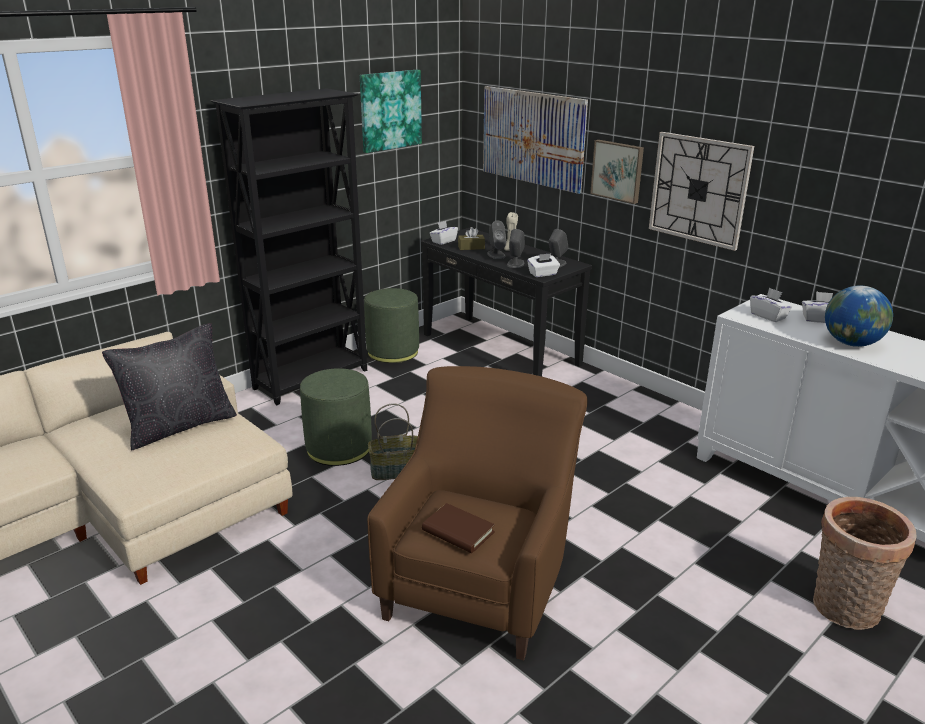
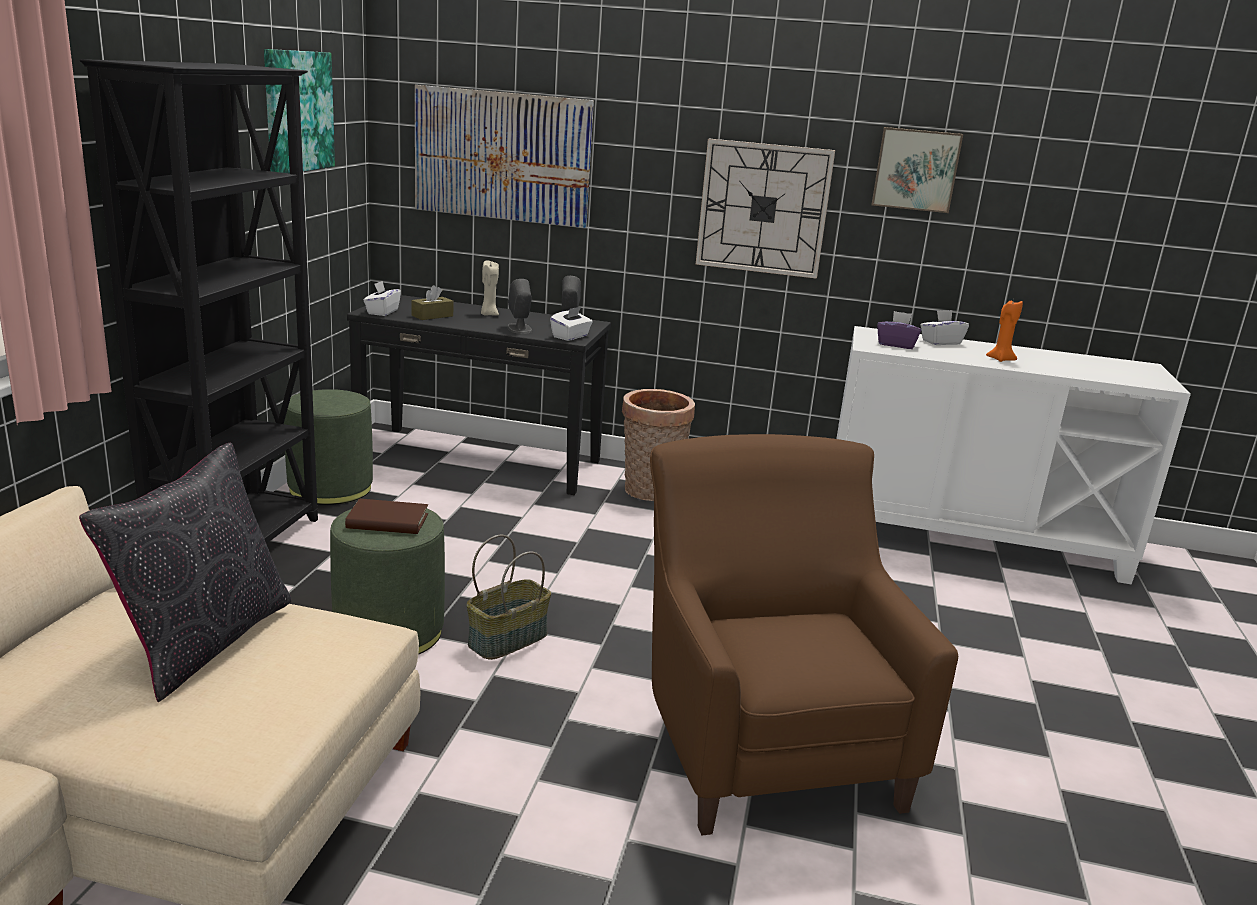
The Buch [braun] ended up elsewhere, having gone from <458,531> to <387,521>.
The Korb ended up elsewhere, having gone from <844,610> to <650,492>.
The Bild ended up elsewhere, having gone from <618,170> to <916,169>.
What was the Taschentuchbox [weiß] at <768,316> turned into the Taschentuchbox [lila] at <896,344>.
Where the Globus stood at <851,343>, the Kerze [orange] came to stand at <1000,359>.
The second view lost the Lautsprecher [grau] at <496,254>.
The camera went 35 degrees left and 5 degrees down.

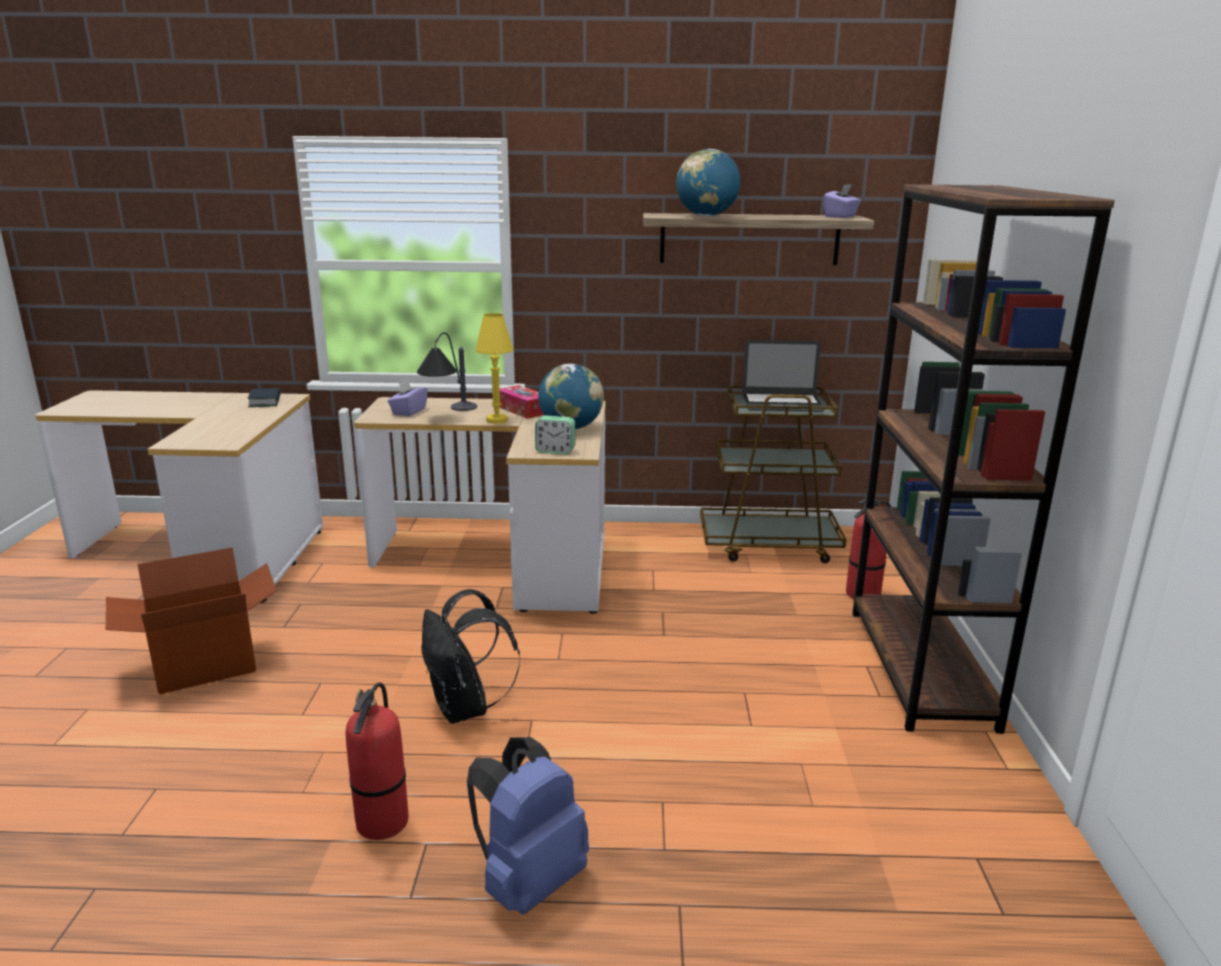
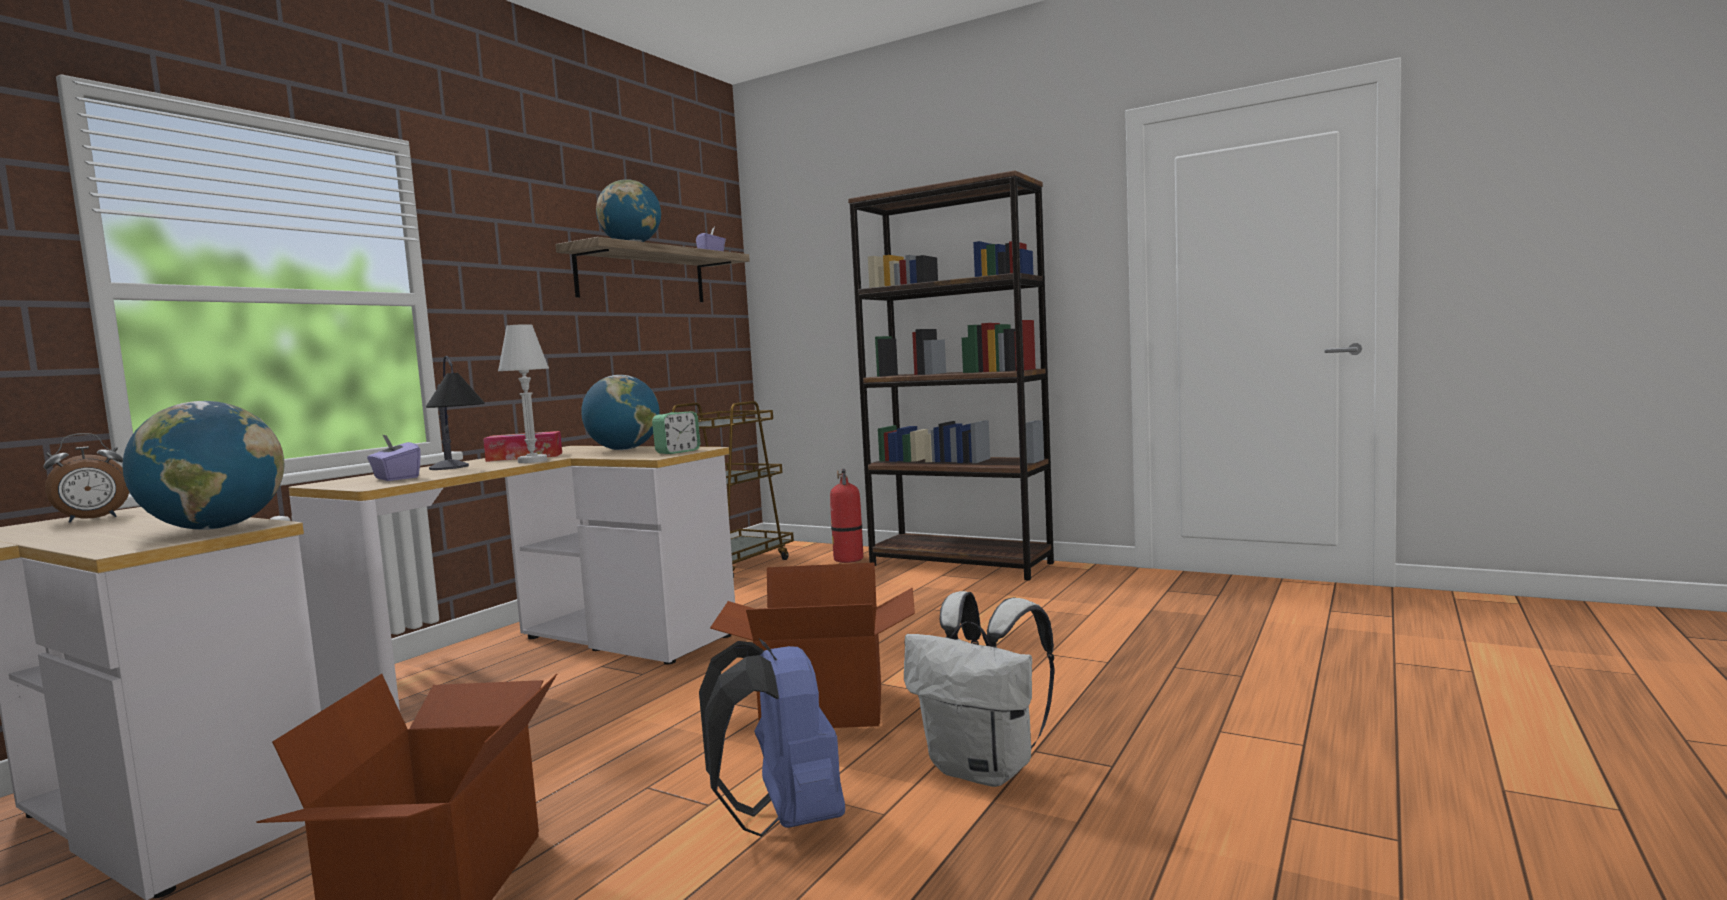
Where the Buch stood at <265,402>, the Wecker came to stand at <93,519>.
The second view gained the Globus at <215,528>.
What was the Tischlampe [gelb] at <497,420> turned into the Tischlampe [weiß] at <532,461>.
The Rucksack [blau] ended up elsewhere, having gone from <528,880> to <784,819>.
Where the Rucksack [schwarz] stood at <465,709>, the Karton came to stand at <822,709>.
Where the Feuerlöscher stood at <383,823>, the Rucksack [weiß] came to stand at <985,769>.
The second view lost the Laptop at <782,403>.
The camera went 60 degrees left and 15 degrees down.

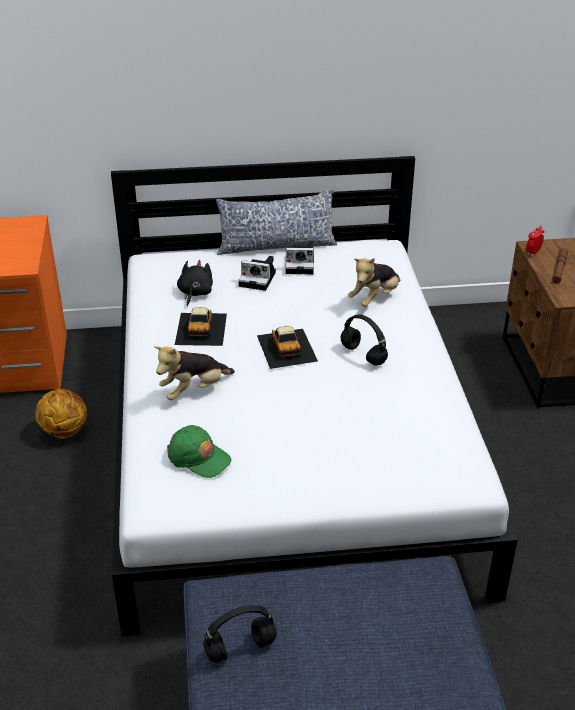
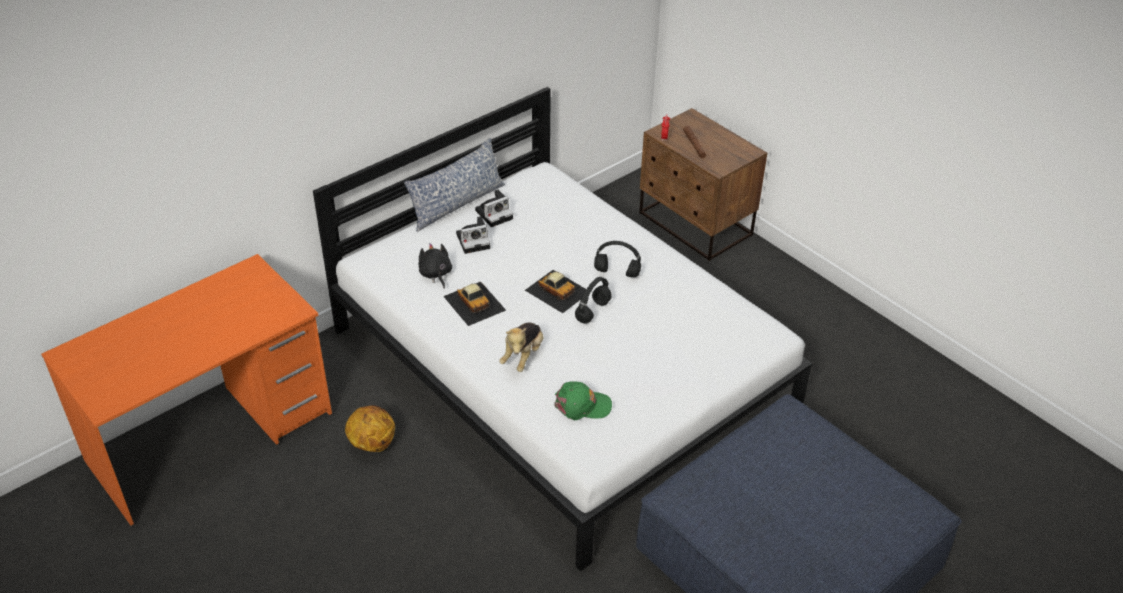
The Kopfhörer [schwarz] ended up elsewhere, having gone from <241,647> to <593,311>.
The second view lost the Plüschtier at <375,298>.
The camera went 35 degrees left and 5 degrees up.

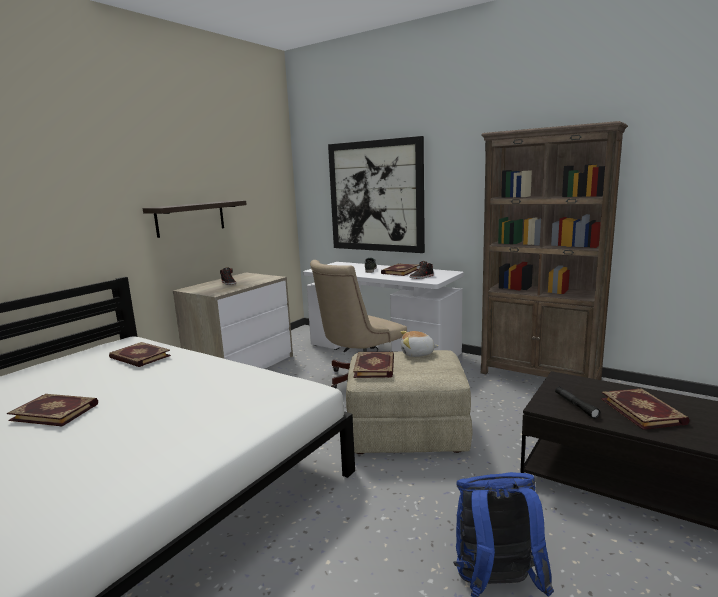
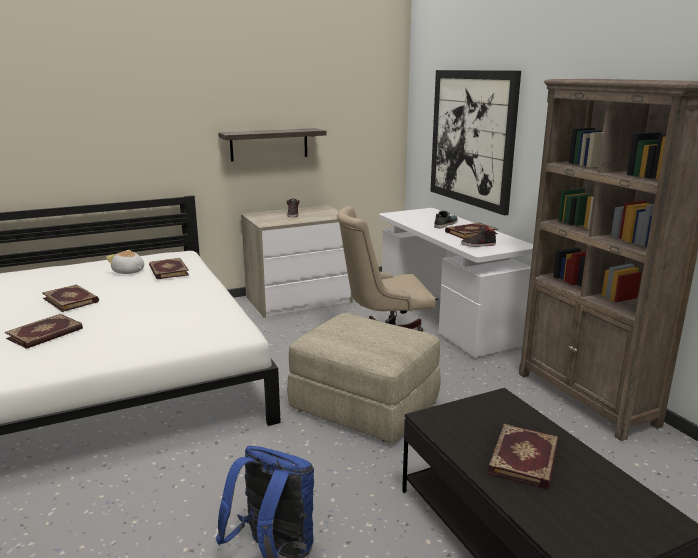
The Buch ended up elsewhere, having gone from <375,367> to <45,334>.
The Plüschtier ended up elsewhere, having gone from <417,354> to <128,272>.
The second view lost the Taschenlampe [schwarz] at <575,405>.
The camera went 30 degrees right and 5 degrees up.

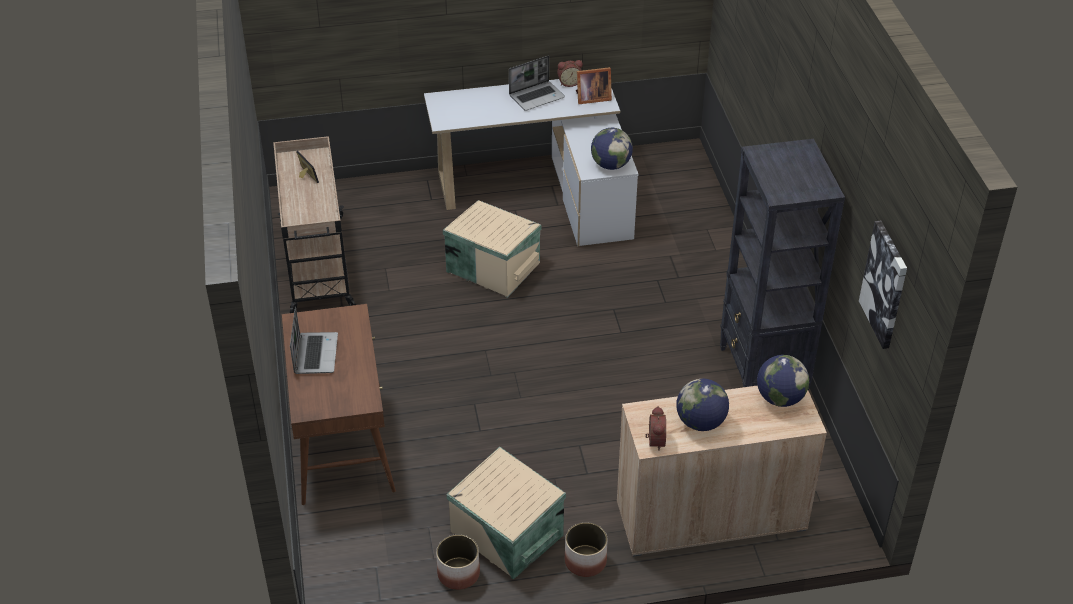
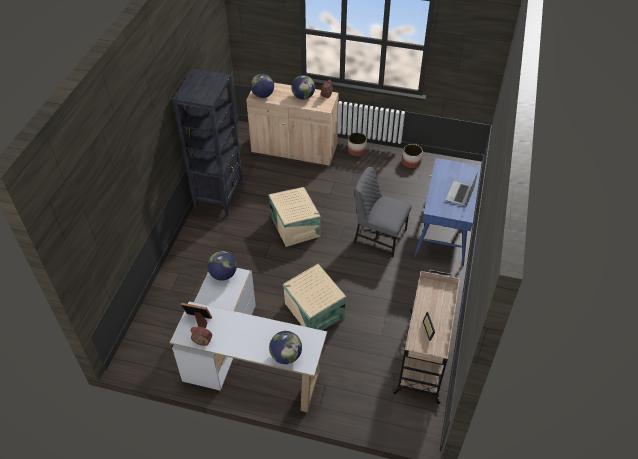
The Aufbewahrungsbox [beige] ended up elsewhere, having gone from <506,535> to <295,226>.
The second view gained the Globus at <286,356>.
The second view gained the Stuhl [grau] at <379,236>.
What was the Schreibtisch [braun] at <341,442> turned into the Schreibtisch [blau] at <444,233>.
The second view lost the Laptop at <537,96>.
The second view lost the Bild at <885,284>.
The camera went 155 degrees left and 5 degrees up.

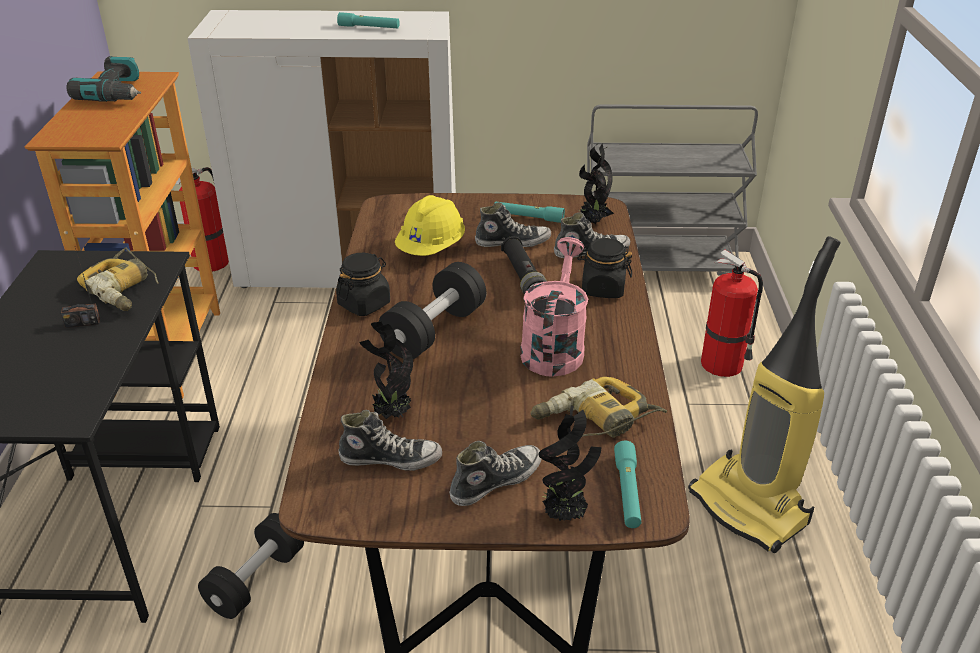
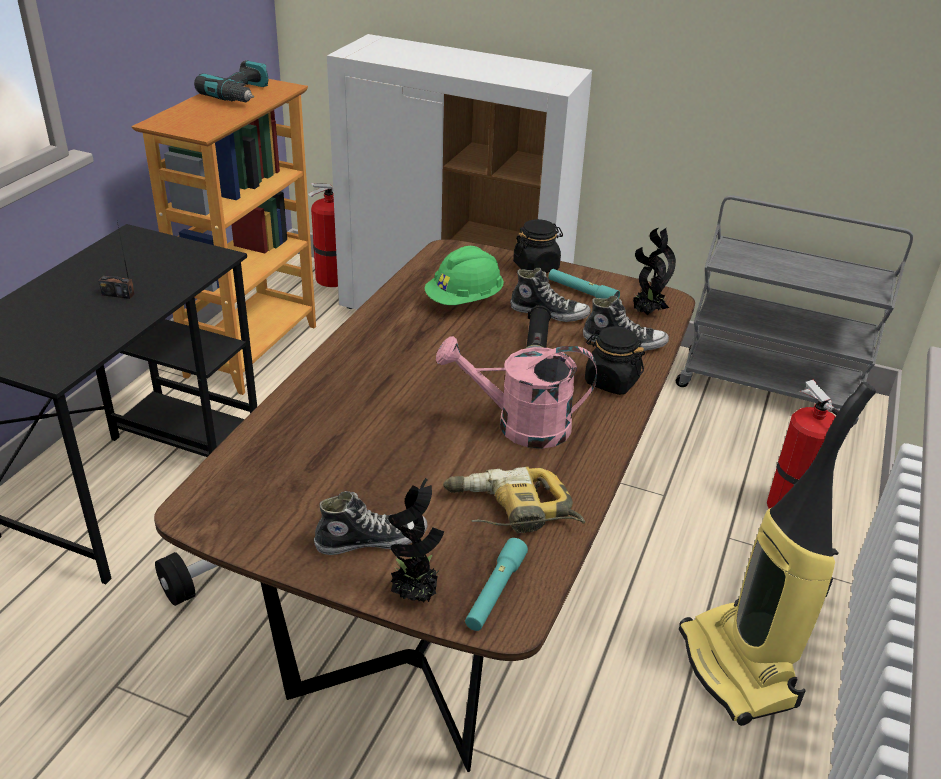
What was the Schutzhelm [gelb] at <431,248> turned into the Schutzhelm [grün] at <464,301>.
The Gießkanne [rosa] at <554,347> ended up facing another way, 120 degrees counterclockwise from before.
The Vorratsglas [schwarz] ended up elsewhere, having gone from <364,304> to <536,266>.
The second view lost the Bohrmaschine at <125,289>.
The second view lost the Taschenlampe [türkis] at <369,27>.
The second view lost the Schuh at <391,459>.
The second view lost the Topfpflanze at <390,415>.
The second view lost the Hantel [schwarz] at <434,331>.
The camera went 20 degrees right and 0 degrees up.

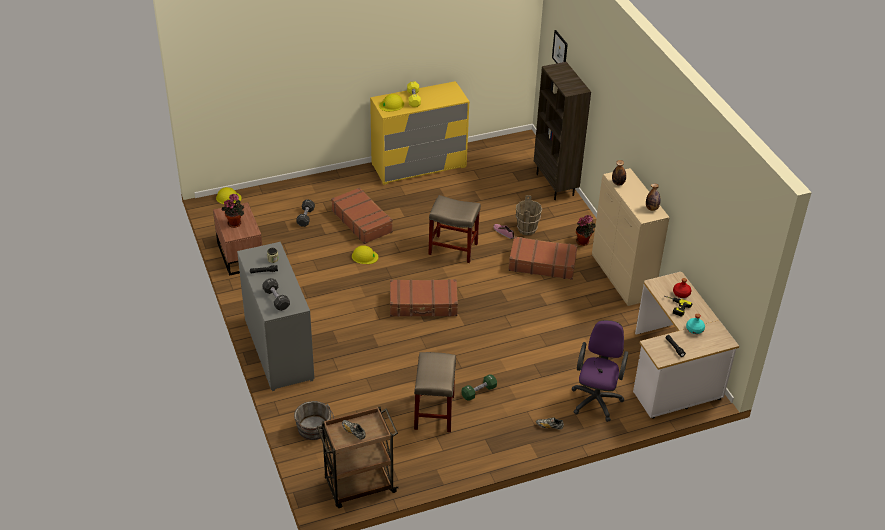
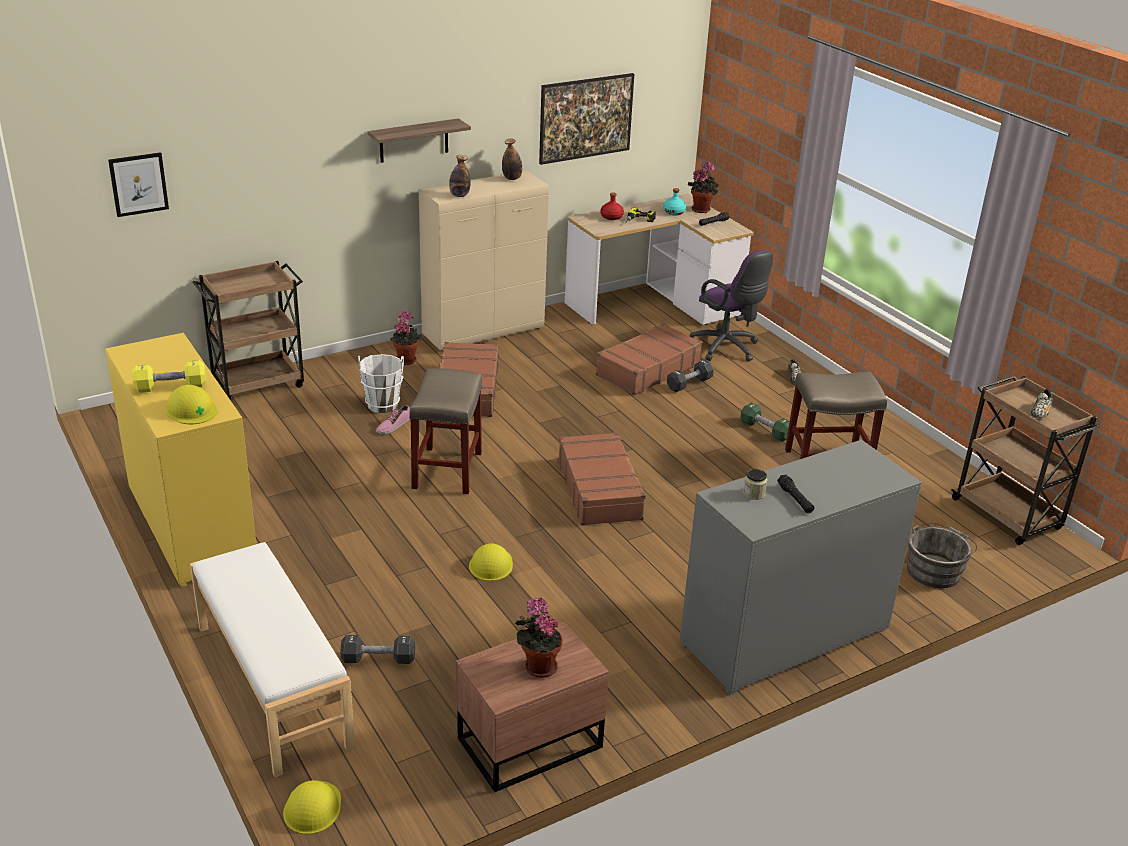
The second view gained the Bank [weiß] at <271,685>.
Where the Bücherregal [braun] stood at <555,185>, the Rollwagen [braun] came to stand at <258,383>.
What was the Eimer [braun] at <527,229> turned into the Eimer [weiß] at <382,405>.
The second view gained the Wandregal at <414,140>.
The second view gained the Bild at <585,137>.
The Koffer [braun] ended up elsewhere, having gone from <362,221> to <647,369>.
The Hantel [schwarz] ended up elsewhere, having gone from <276,299> to <689,384>.
The second view gained the Topfpflanze at <702,209>.
The Bürostuhl [lila] at <596,399> ended up facing another way, 135 degrees counterclockwise from before.
The camera went 100 degrees left and 10 degrees down.

